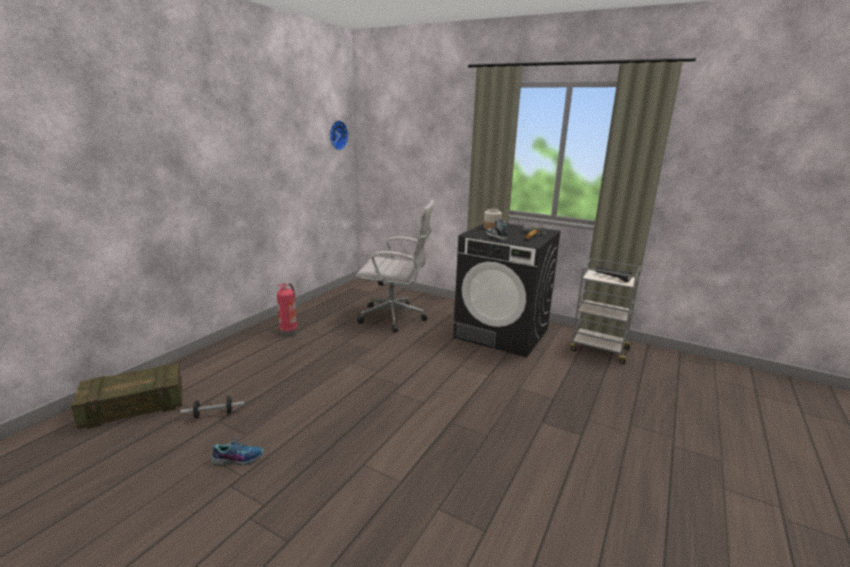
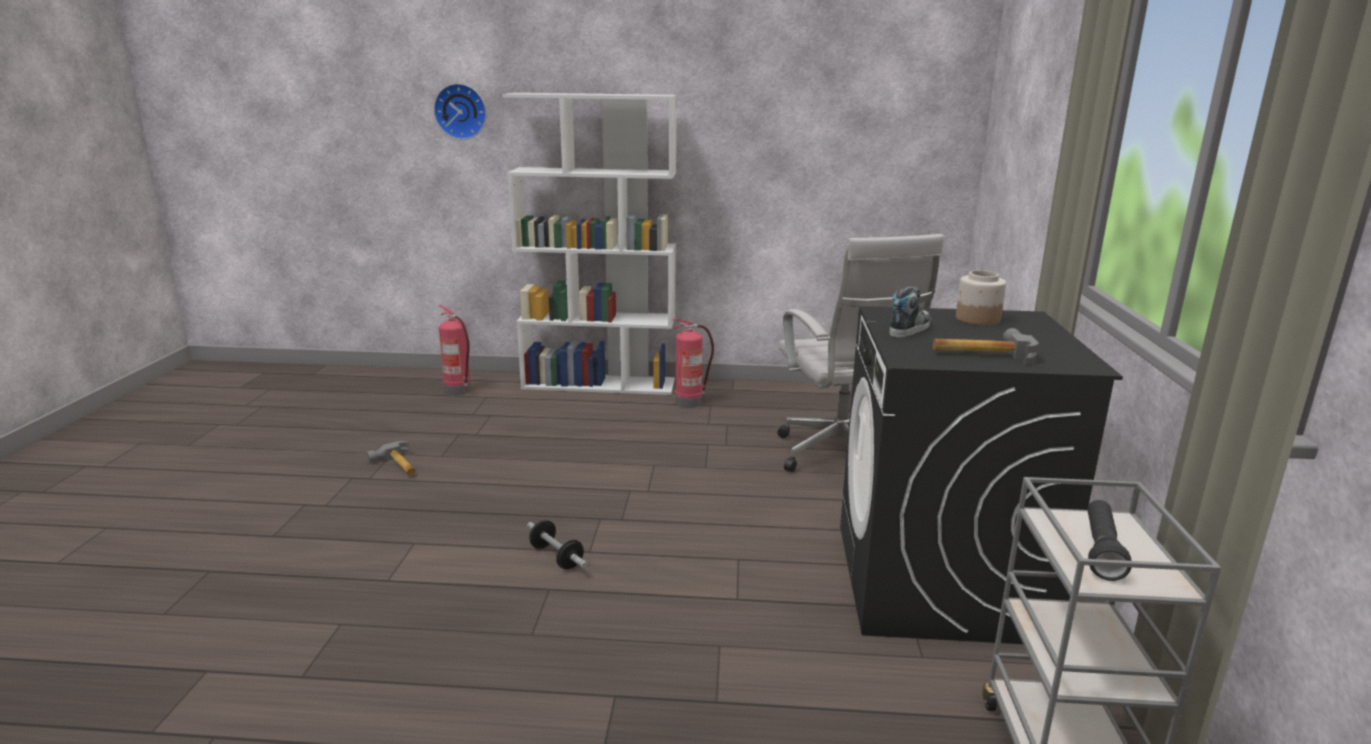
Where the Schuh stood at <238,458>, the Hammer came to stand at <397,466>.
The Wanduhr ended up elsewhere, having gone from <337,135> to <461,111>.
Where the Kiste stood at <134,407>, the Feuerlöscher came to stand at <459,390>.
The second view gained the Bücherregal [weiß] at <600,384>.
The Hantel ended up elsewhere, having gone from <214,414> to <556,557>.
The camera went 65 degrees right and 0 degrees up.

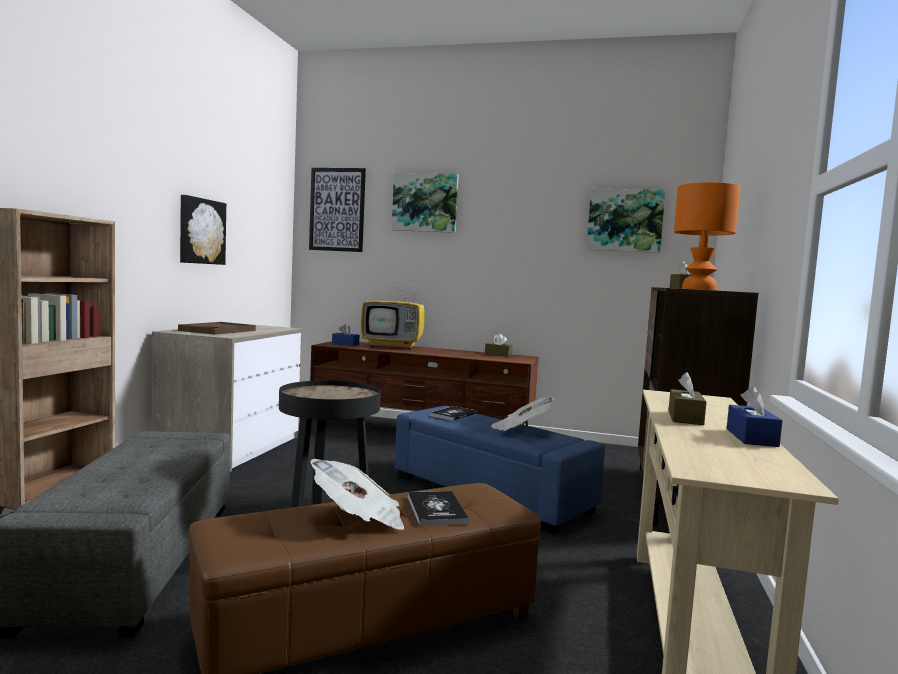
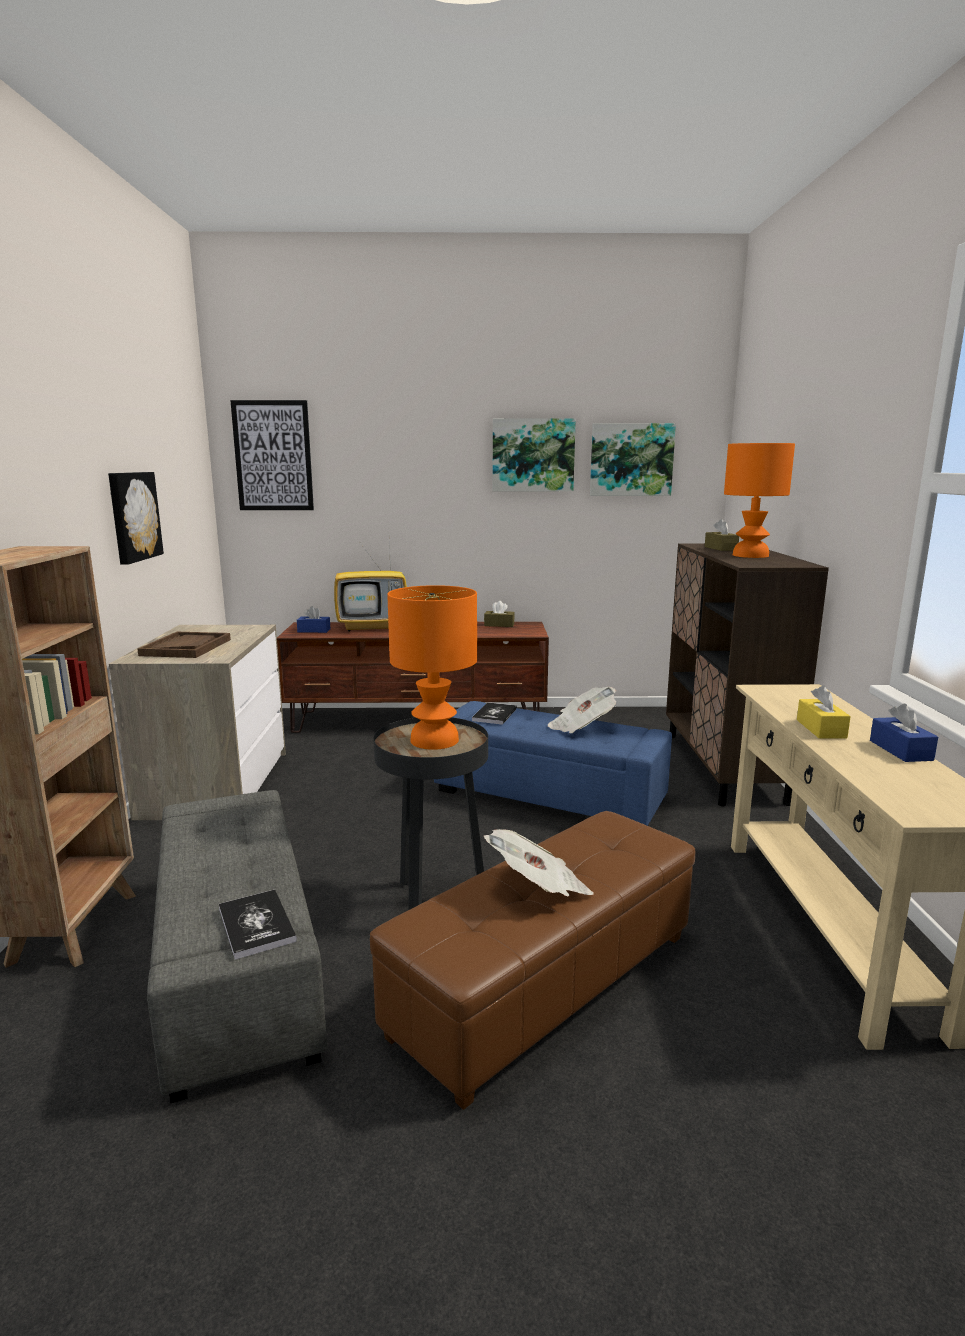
The Buch ended up elsewhere, having gone from <436,510> to <256,925>.
The second view gained the Tischlampe [orange] at <435,740>.
The Bild ended up elsewhere, having gone from <425,203> to <533,455>.
What was the Taschentuchbox [braun] at <685,418> turned into the Taschentuchbox [gelb] at <821,729>.
The camera went 15 degrees left and 10 degrees up.

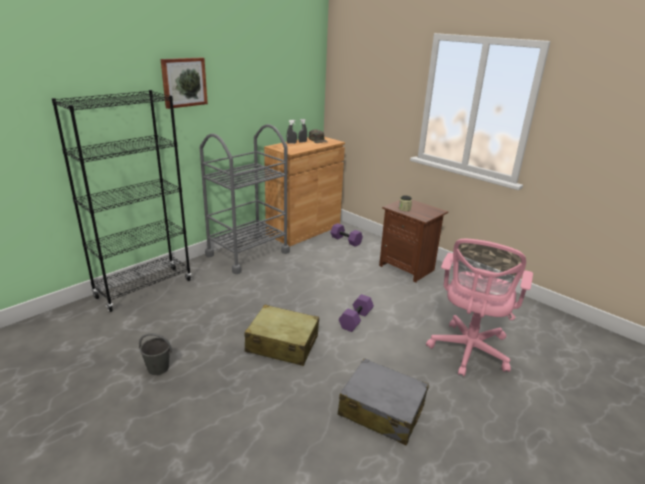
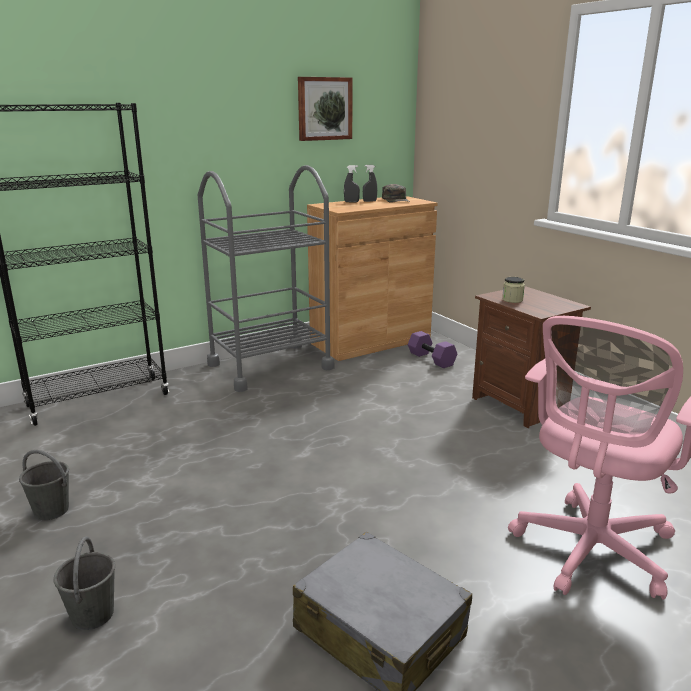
The second view gained the Eimer [grau] at <93,614>.
The Bild ended up elsewhere, having gone from <184,82> to <324,108>.
The second view lost the Koffer [beige] at <282,344>.
The second view lost the Hantel [lila] at <356,320>.
The camera went 15 degrees right and 5 degrees down.

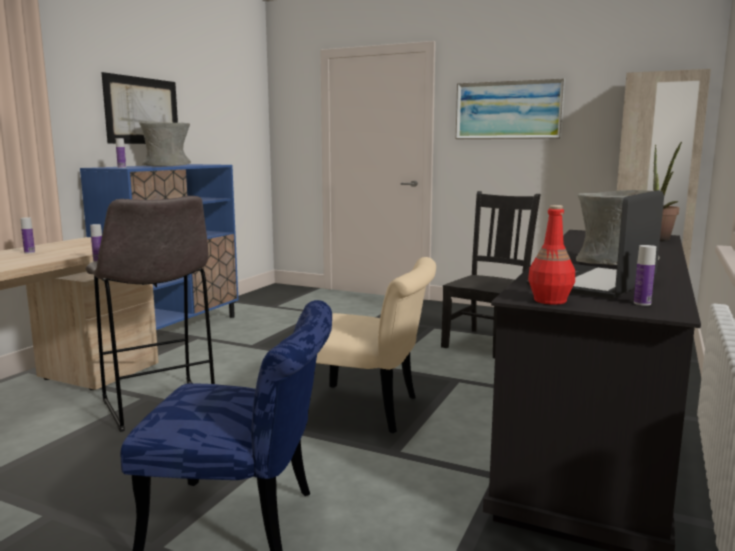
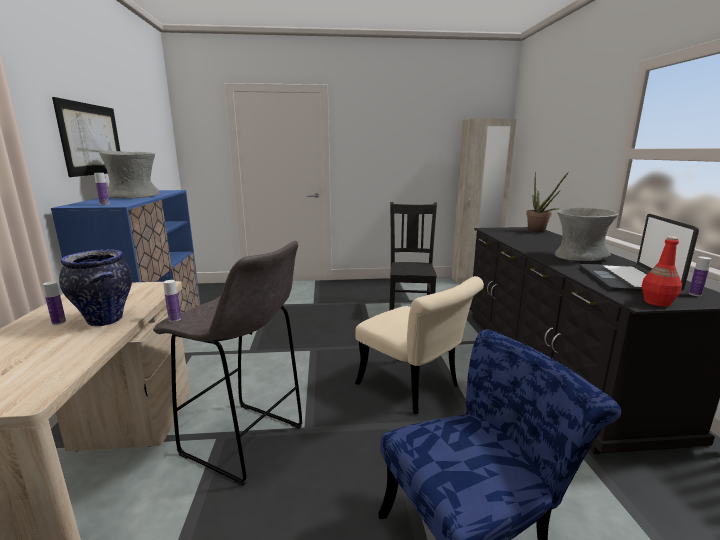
The second view gained the Vase at <106,320>.
The Stuhl [beige] at <370,411> ended up facing another way, 60 degrees clockwise from before.
The second view lost the Bild at <508,110>.
The camera went 30 degrees left and 5 degrees up.

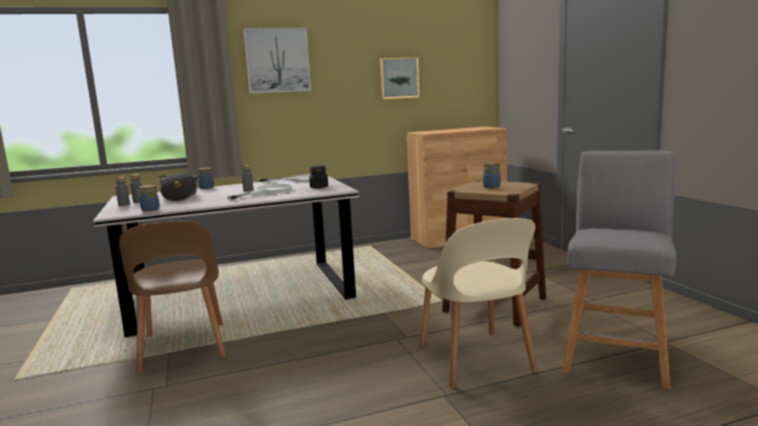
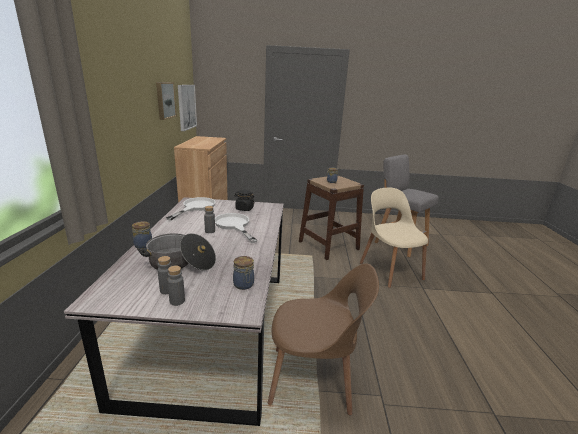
The Bild ended up elsewhere, having gone from <277,60> to <186,107>.
The Stuhl [beige] at <475,359> ended up facing another way, 120 degrees counterclockwise from before.
The camera went 70 degrees left and 10 degrees up.

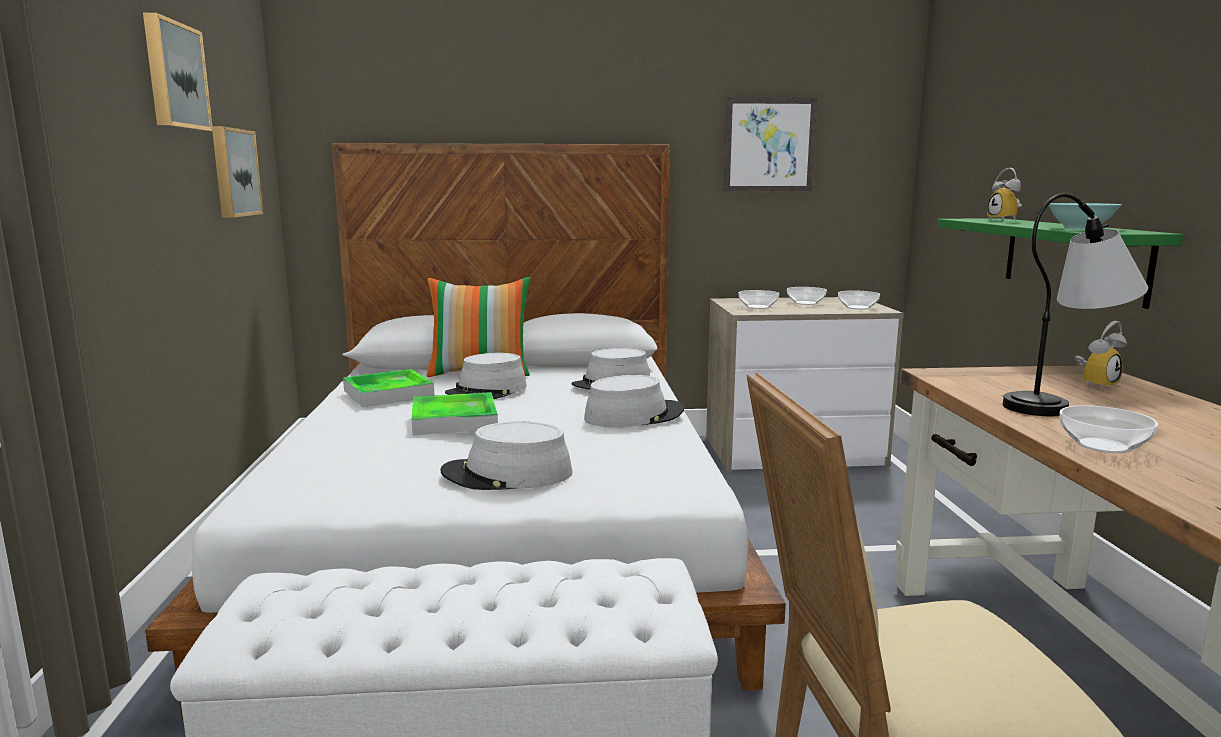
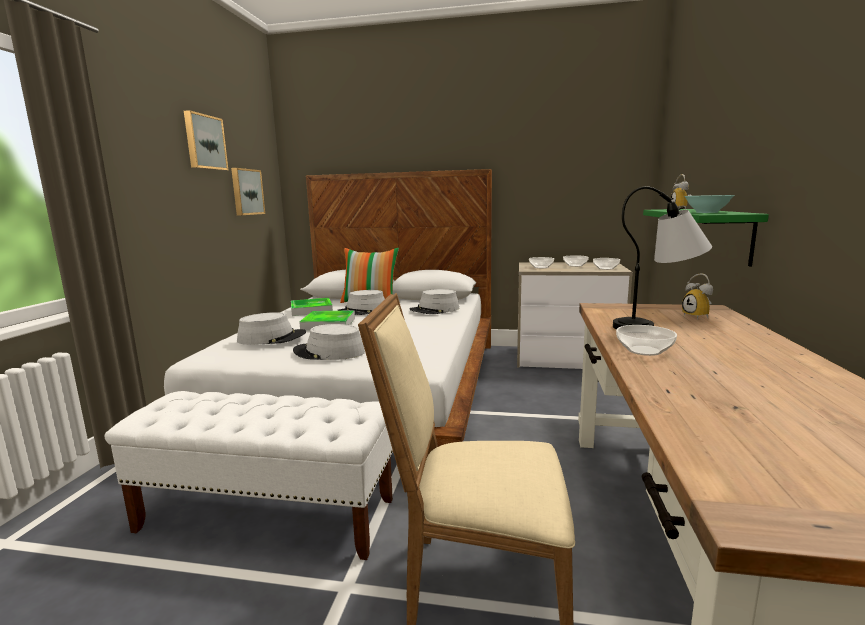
The Hut [grau] ended up elsewhere, having gone from <634,415> to <272,338>.
The Wecker at <1095,385> ended up facing another way, 90 degrees clockwise from before.
The second view lost the Bild at <769,145>.
The camera went 15 degrees right and 0 degrees up.

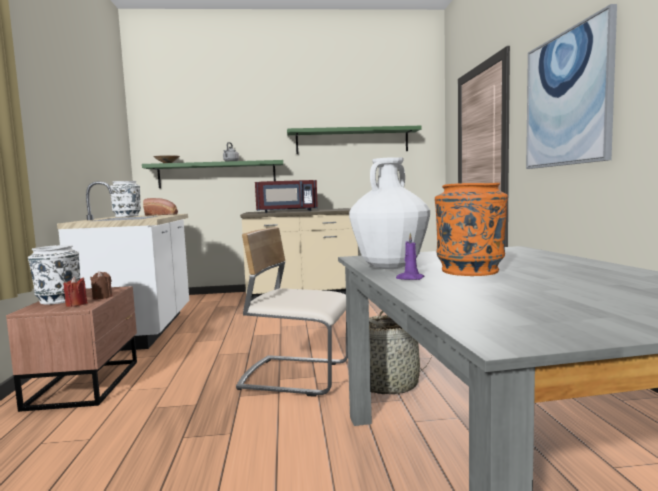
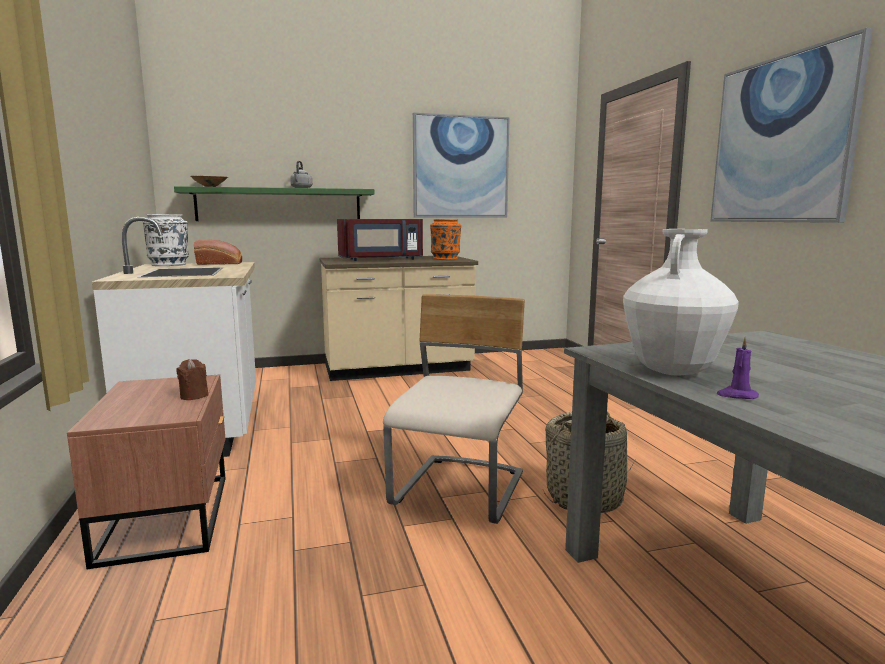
The Stuhl [beige] at <296,376> ended up facing another way, 105 degrees clockwise from before.
Where the Wandregal [grün] hung at <352,141>, the Bild came to hang at <461,167>.
The Vase [orange] ended up elsewhere, having gone from <470,270> to <445,259>.
The second view lost the Vase [weiß] at <58,300>.
The second view lost the Kerze [rot] at <76,304>.
The camera went 10 degrees left and 5 degrees up.

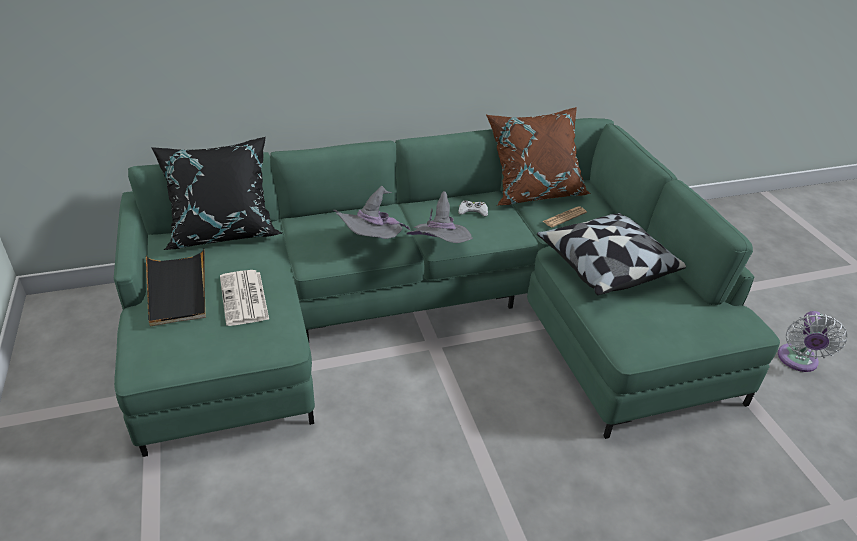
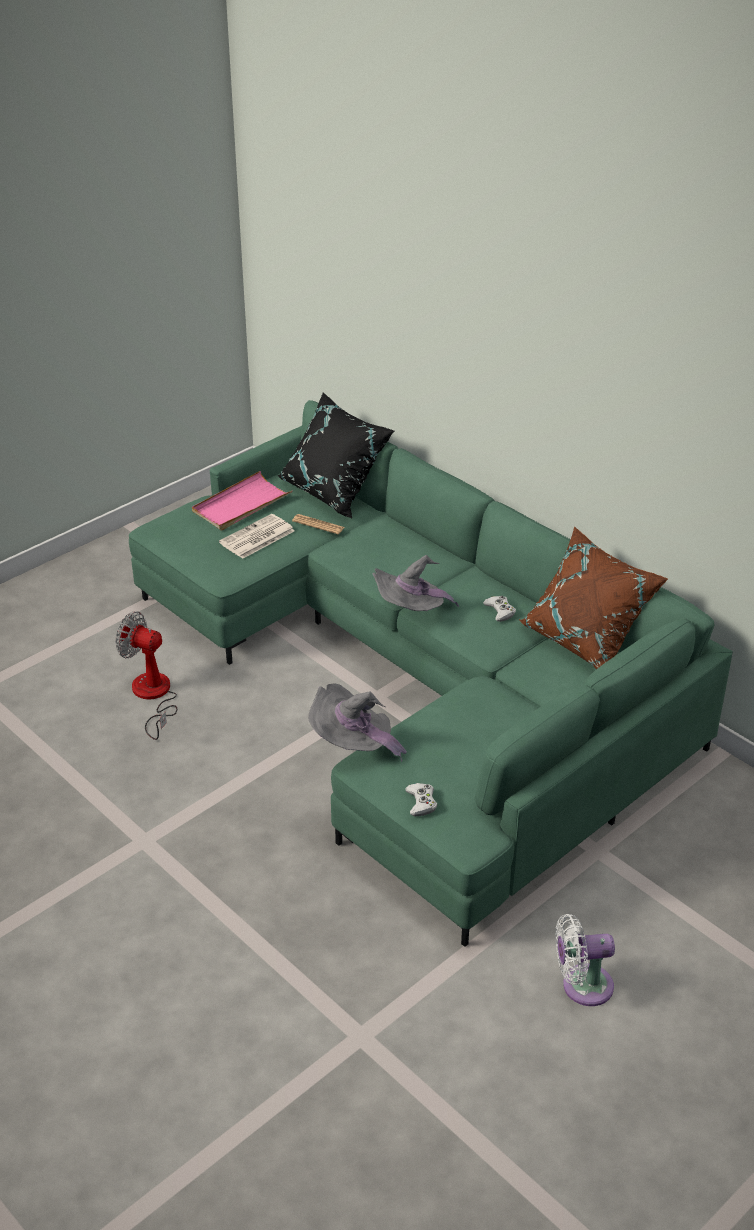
The second view gained the Ventilator at <153,696>.
What was the Tablett [schwarz] at <177,290> turned into the Tablett [rosa] at <241,505>.
The Zeitung ended up elsewhere, having gone from <564,217> to <318,524>.
The Hut [grau] ended up elsewhere, having gone from <371,243> to <353,744>.
The second view gained the Gamepad [weiß] at <421,802>.
The second view lost the Kissen at <604,266>.
The camera went 65 degrees right and 0 degrees up.

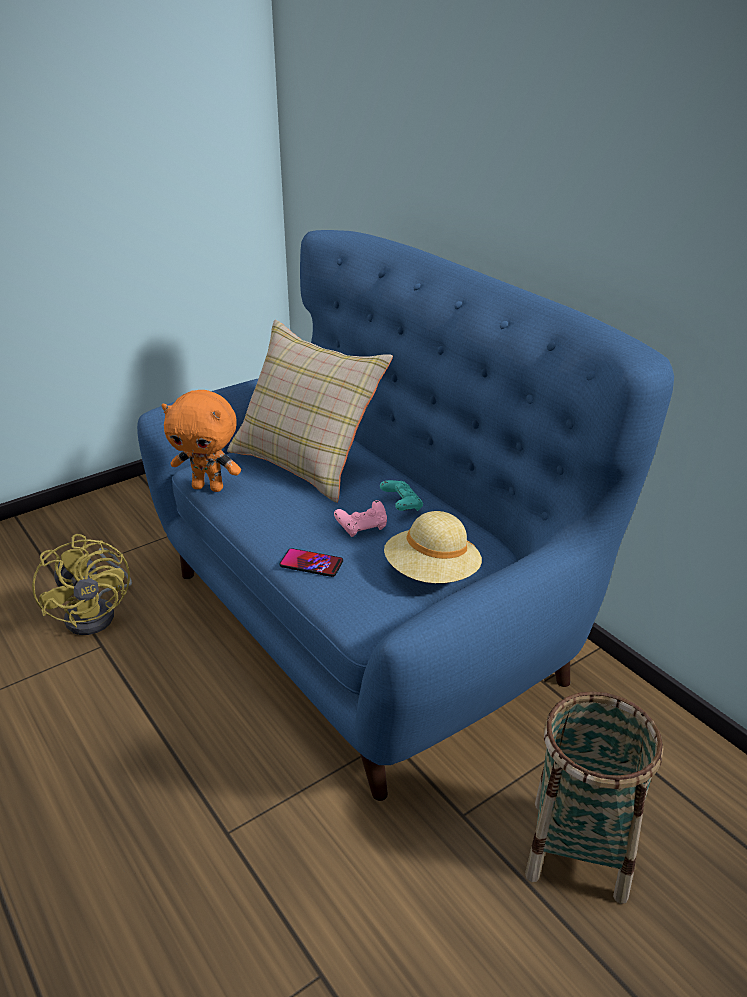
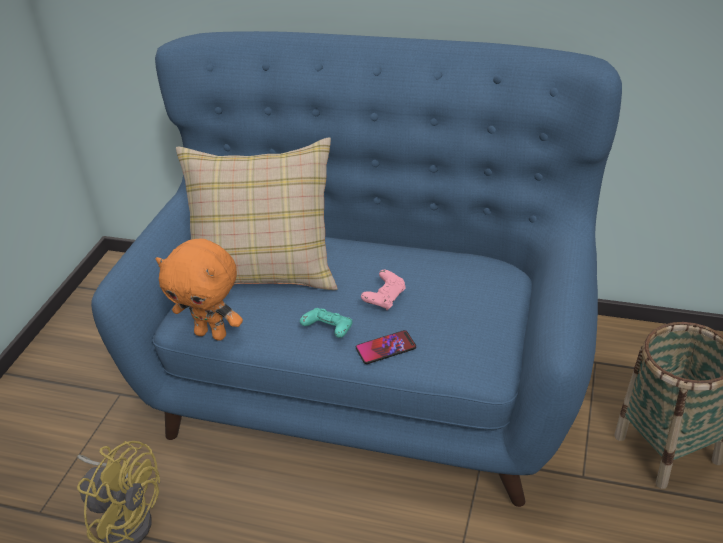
The Plüschtier [orange] at <209,487> ended up facing another way, 45 degrees clockwise from before.
The Gamepad [türkis] ended up elsewhere, having gone from <401,505> to <329,331>.
The second view lost the Hut [beige] at <432,574>.
The camera went 35 degrees left and 5 degrees up.

